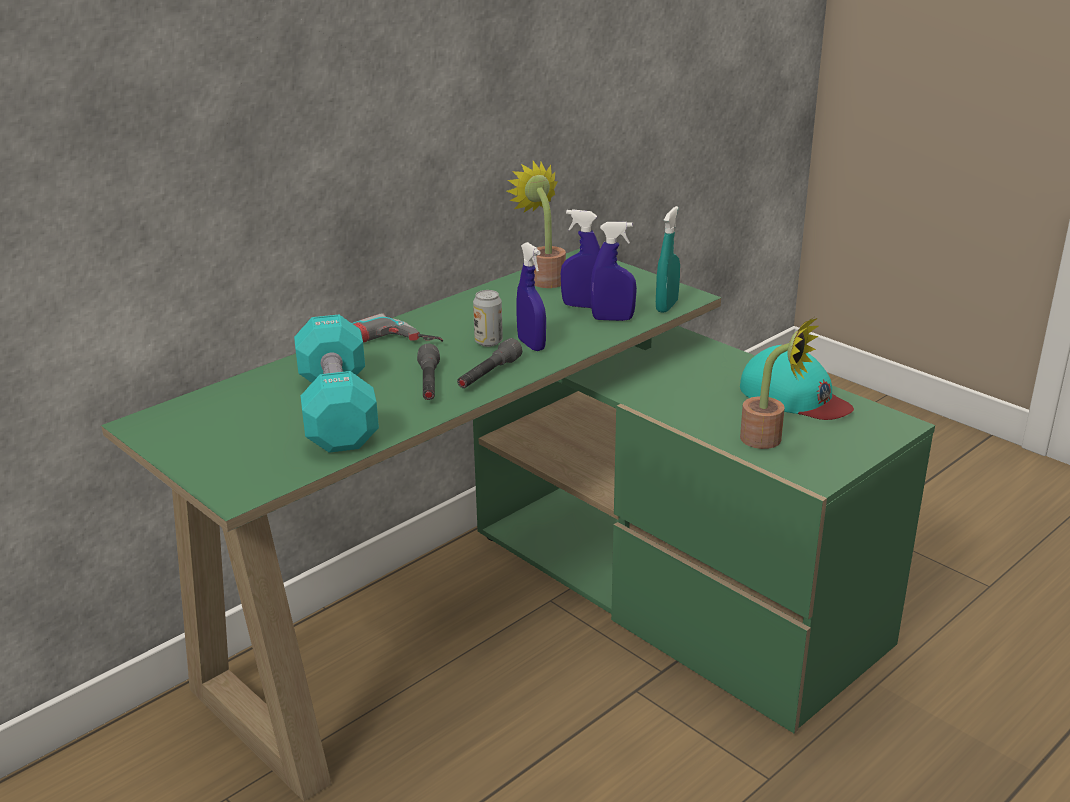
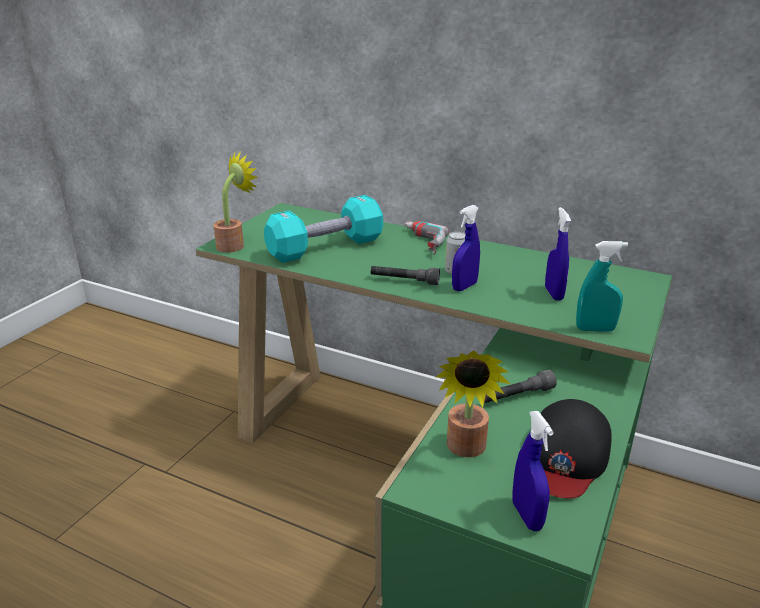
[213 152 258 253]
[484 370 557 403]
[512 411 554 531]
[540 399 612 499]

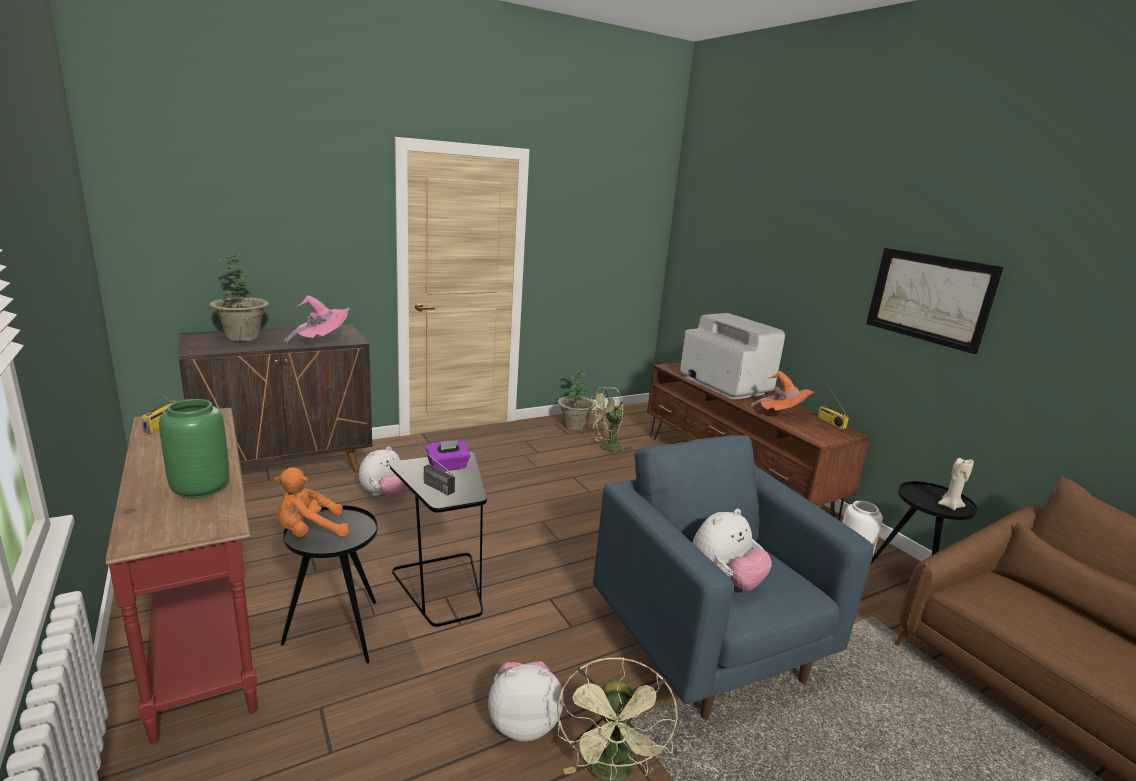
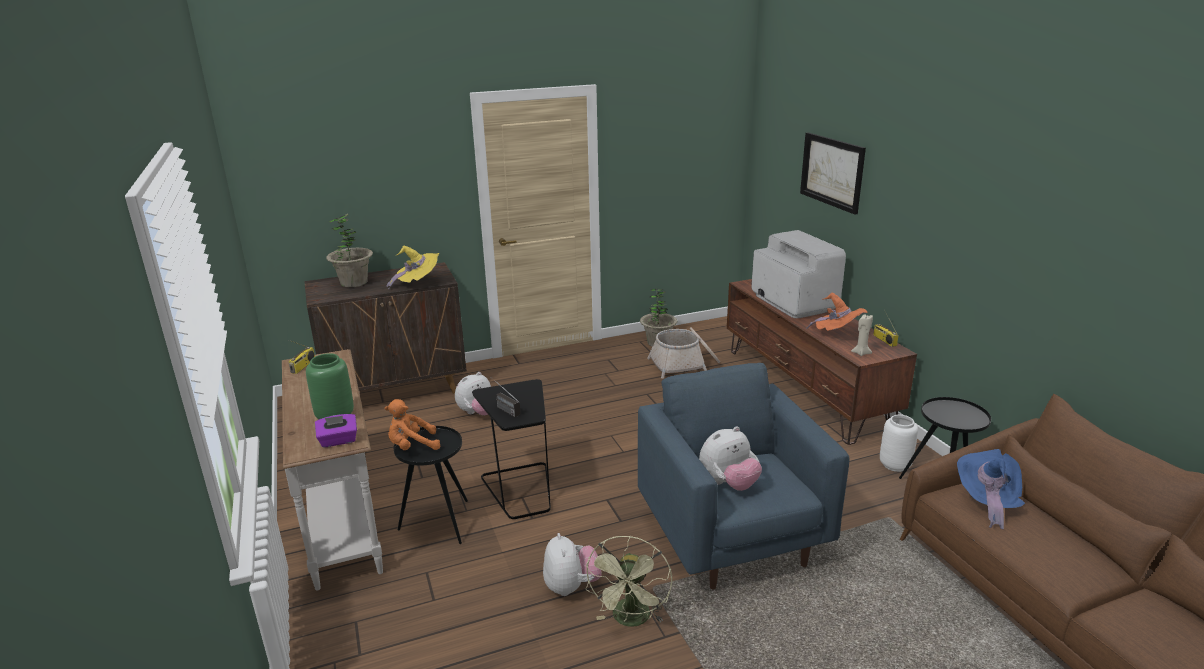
[282 349 383 591]
[315 414 357 448]
[387 246 439 288]
[543 533 602 596]
[648 327 720 379]
[800 133 866 215]
[851 314 873 356]
[957 449 1025 529]

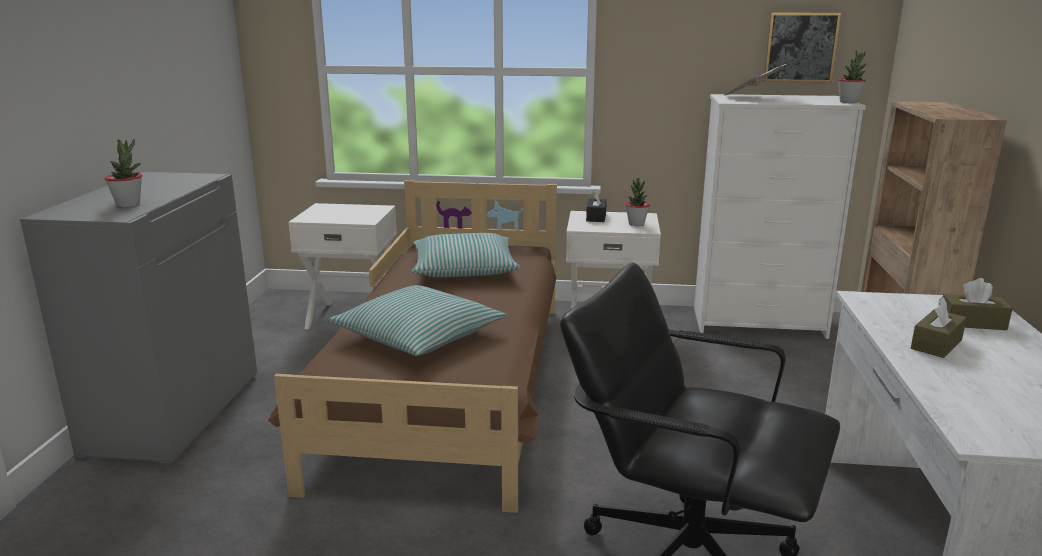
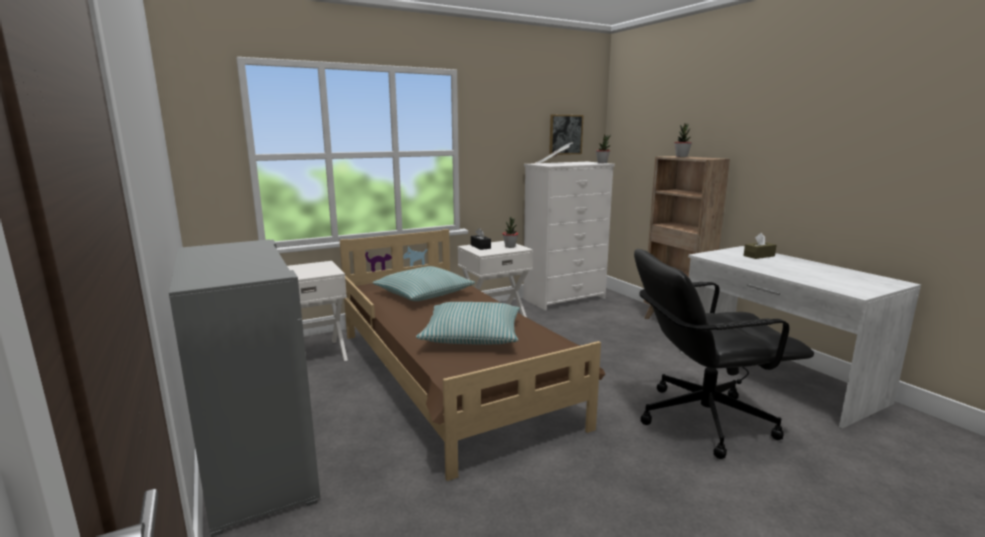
[674 123 692 157]
[911 297 967 358] (first image)

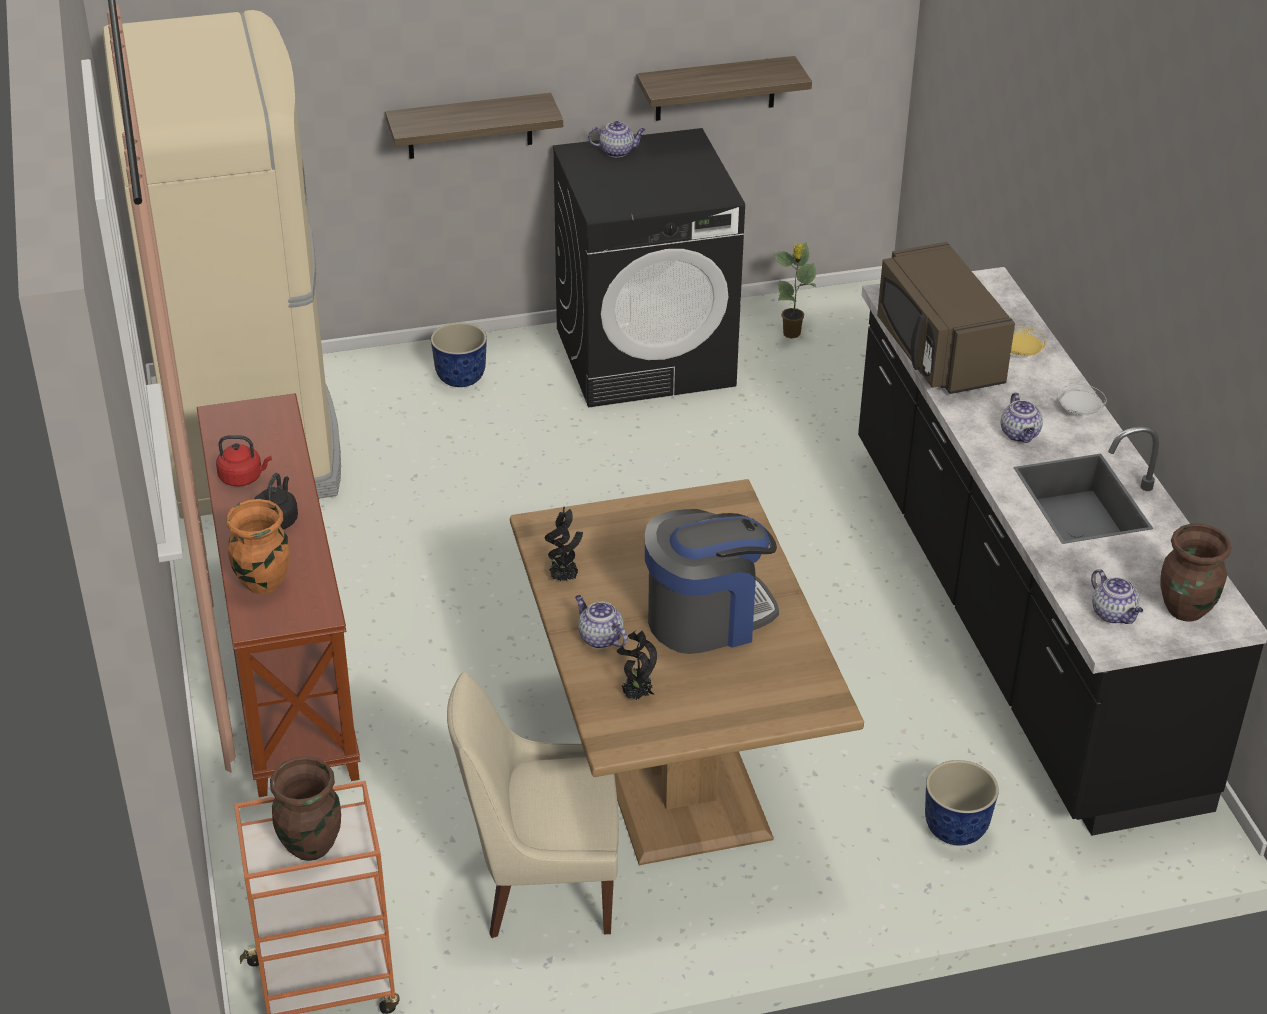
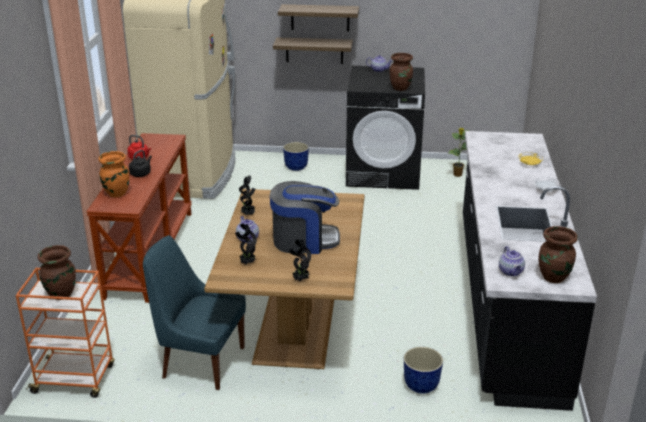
[143 235 246 390]
[278 4 359 32]
[289 239 311 281]
[390 53 413 91]
[877 242 1015 394] (first image)
[1001 393 1043 443] (first image)

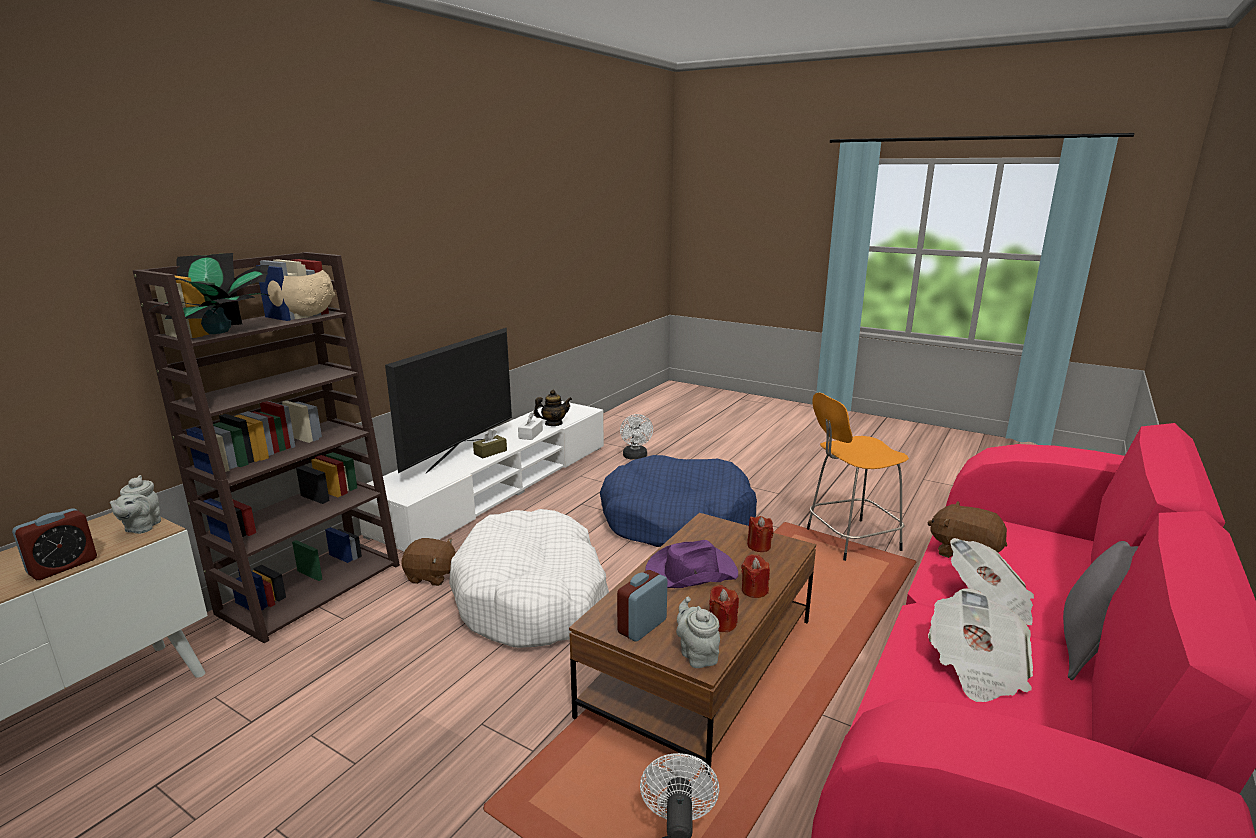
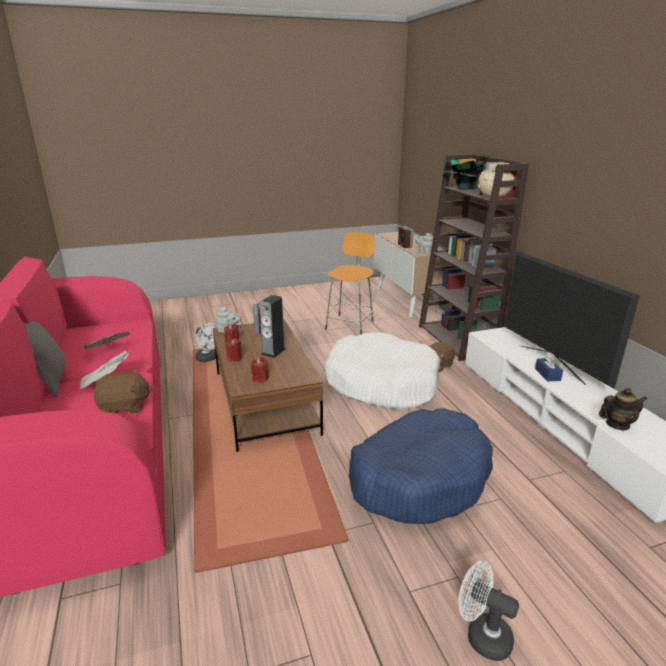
[259 295 285 358]
[325 232 376 334]
[459 560 519 661]
[535 354 563 382]
[599 388 647 430]
[518 413 543 440] (first image)

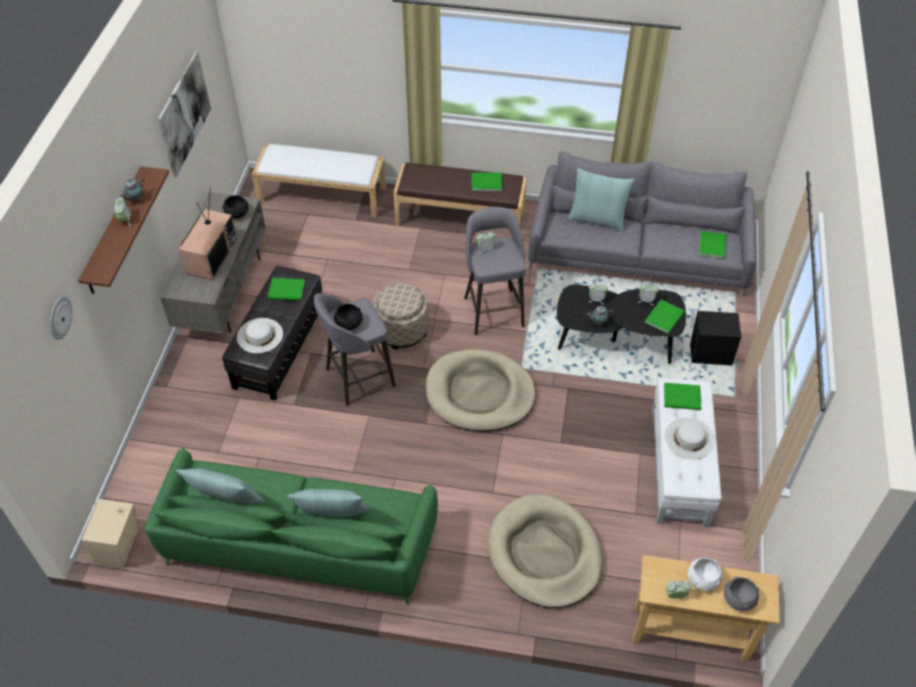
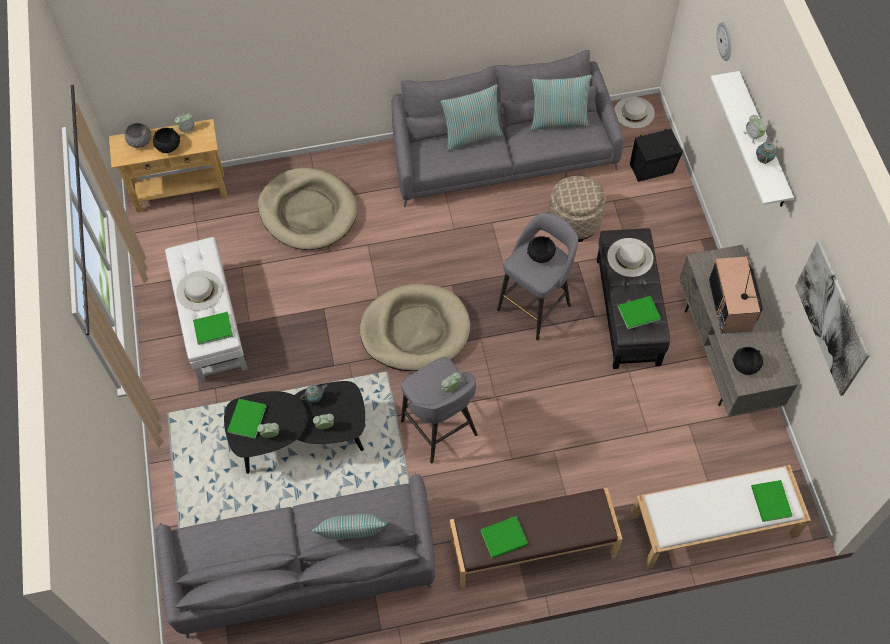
[153 128 180 153]
[391 50 624 207]
[549 176 606 242]
[614 97 655 128]
[630 129 683 182]
[710 71 794 207]
[751 480 793 522]

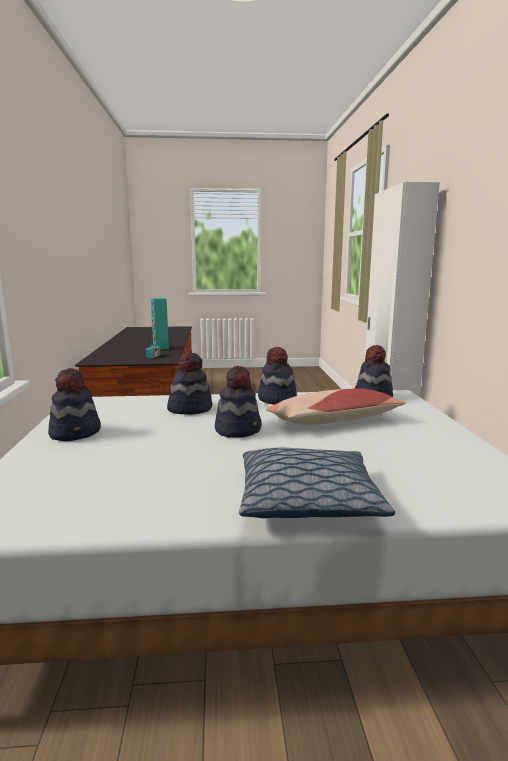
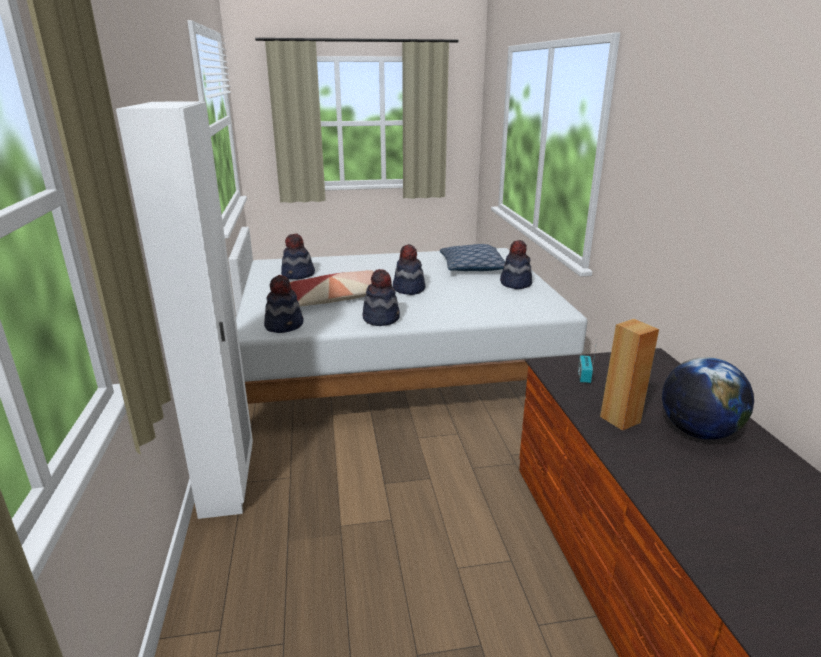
[281 234 315 279]
[440 244 505 271]
[600 319 659 431]
[662 357 754 440]

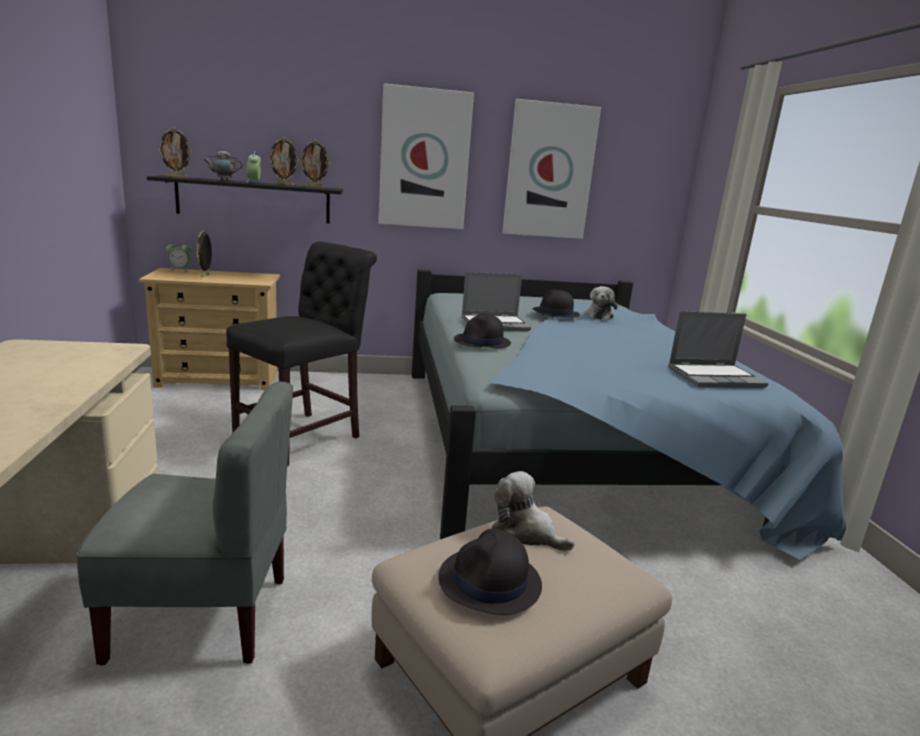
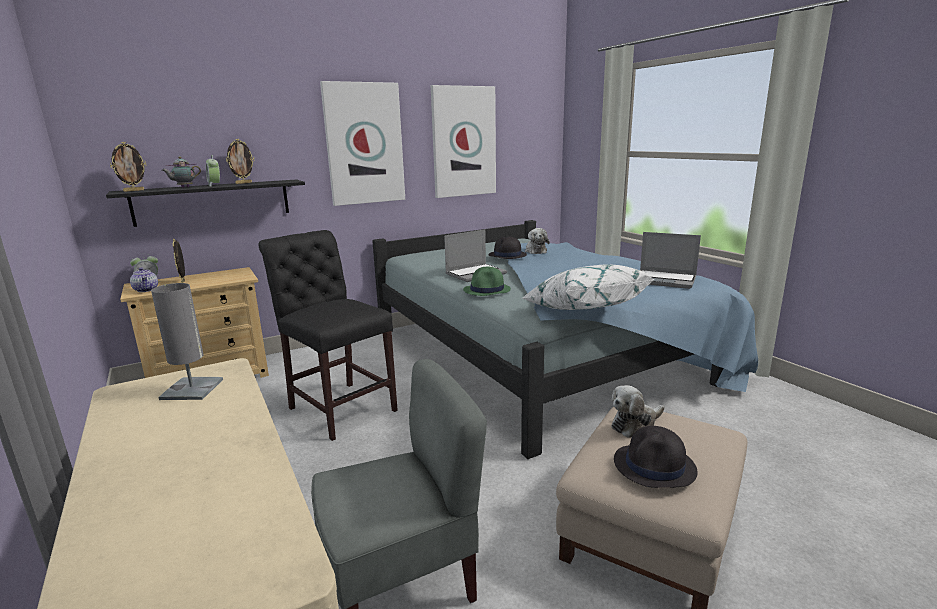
[130 268 158 292]
[151 283 223 400]
[258 230 398 441]
[463 267 511 296]
[523 264 654 310]
[611 385 664 438]
[640 232 701 289]
[300 140 330 188] (first image)

